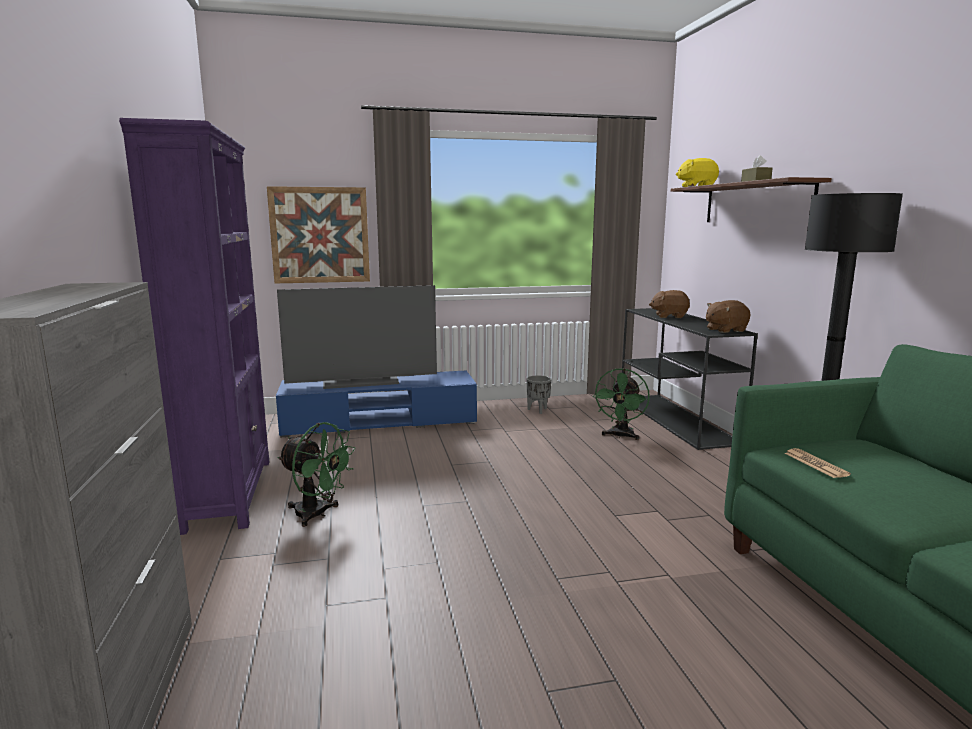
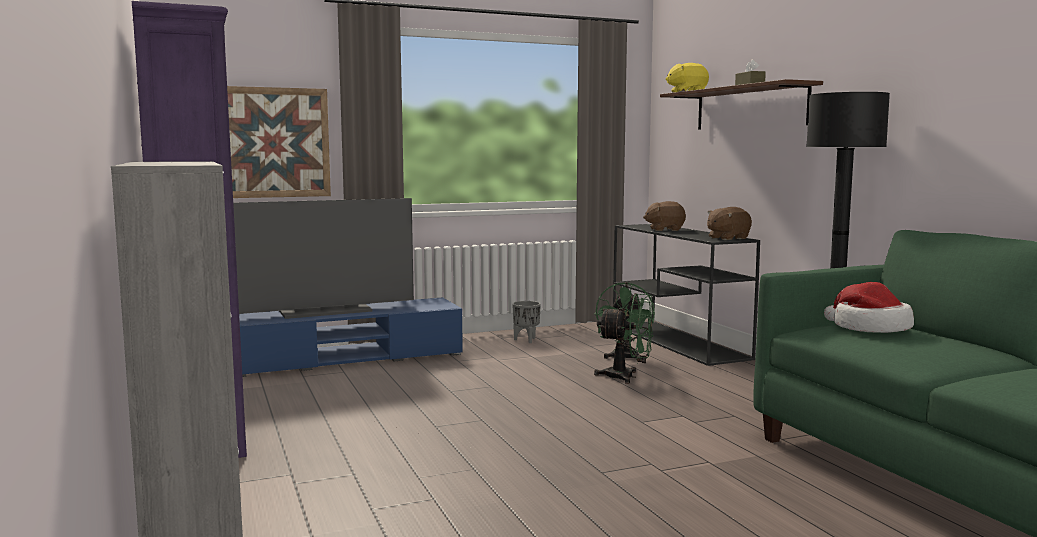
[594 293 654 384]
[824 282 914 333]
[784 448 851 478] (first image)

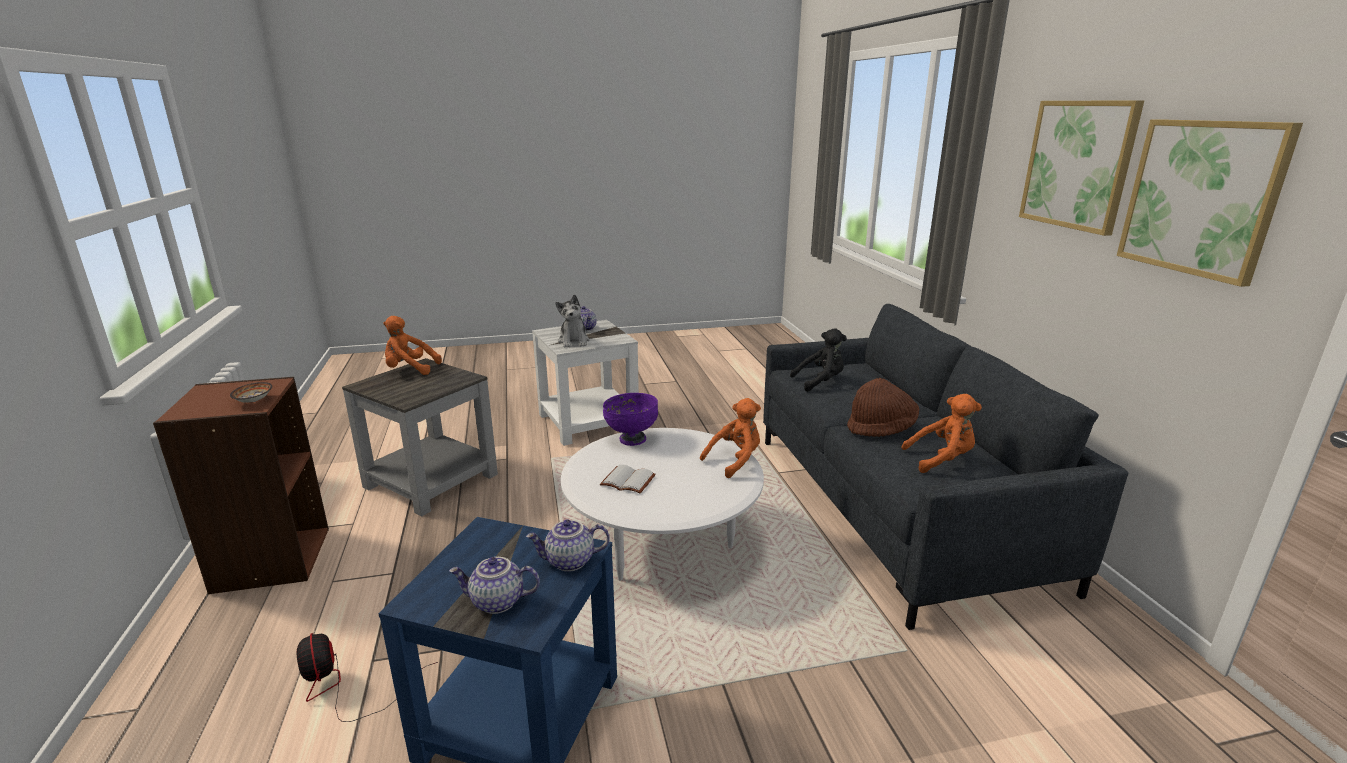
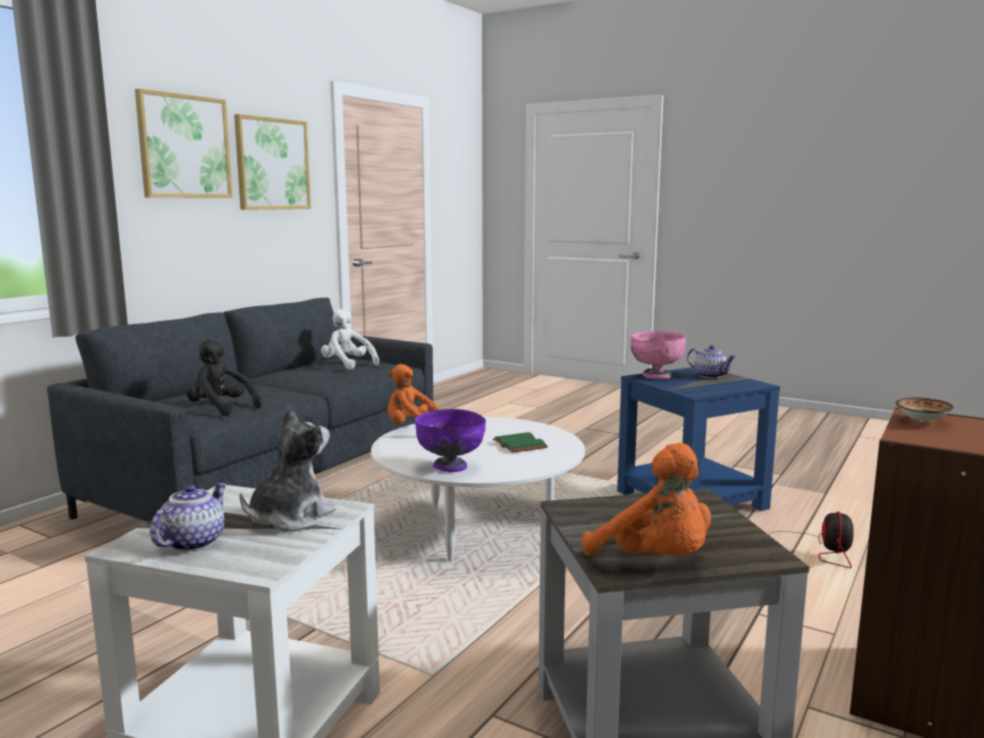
[321 309 379 370]
[493 432 548 453]
[630 331 686 379]
[847 378 919 437] (first image)

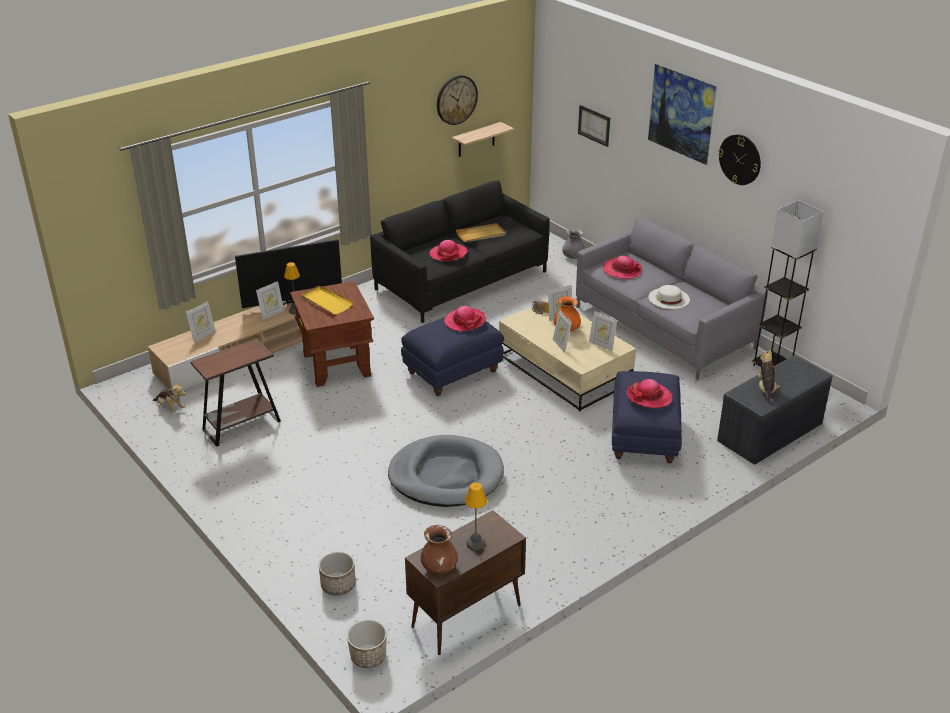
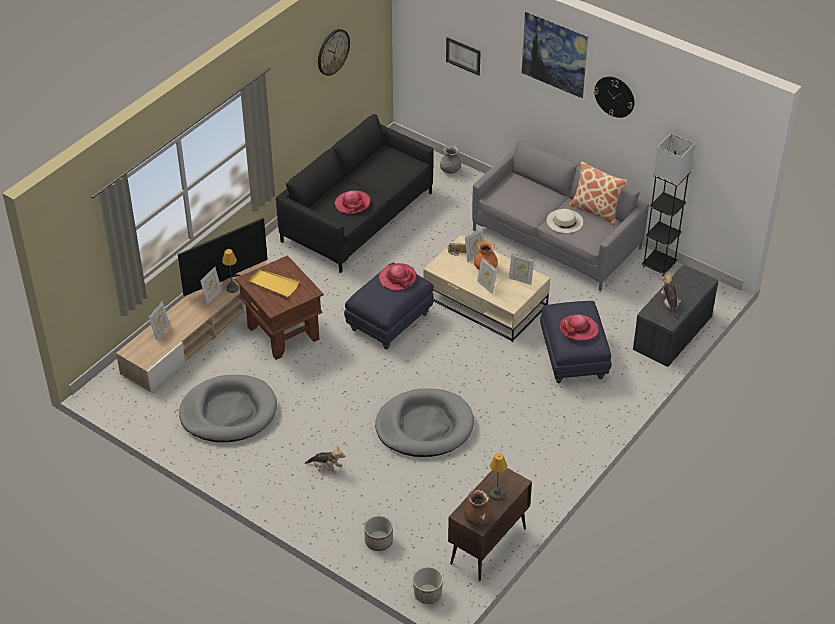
[179 375 277 442]
[305 446 346 474]
[569 161 628 225]
[452 122 514 157] (first image)
[456 223 506 242] (first image)
[603 256 643 279] (first image)

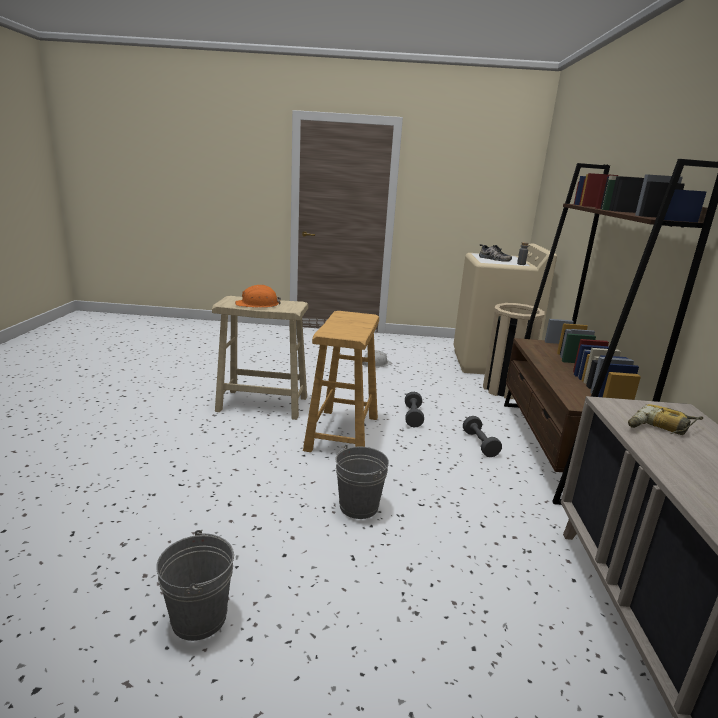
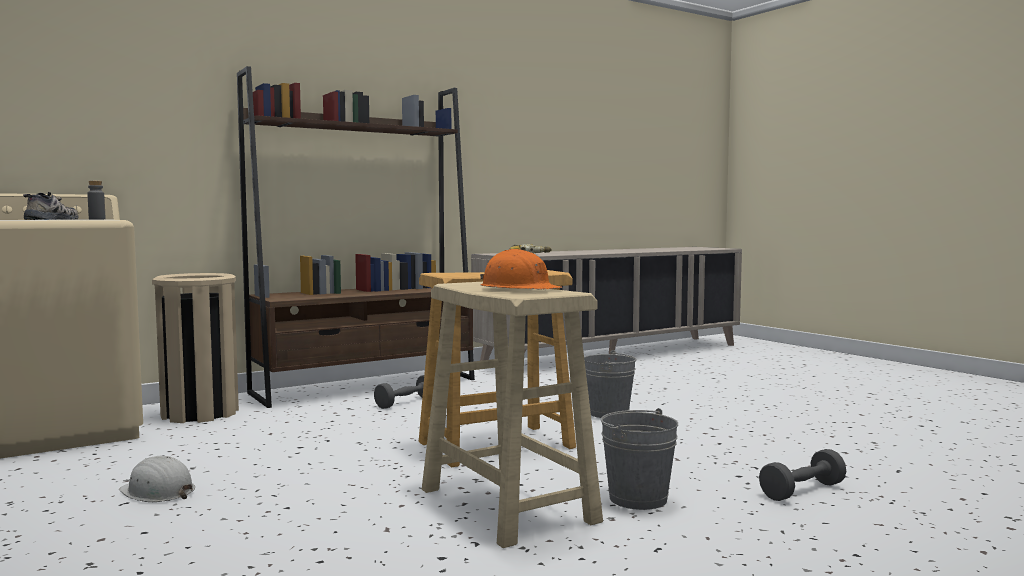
[601 408 678 510]
[759 449 846 501]

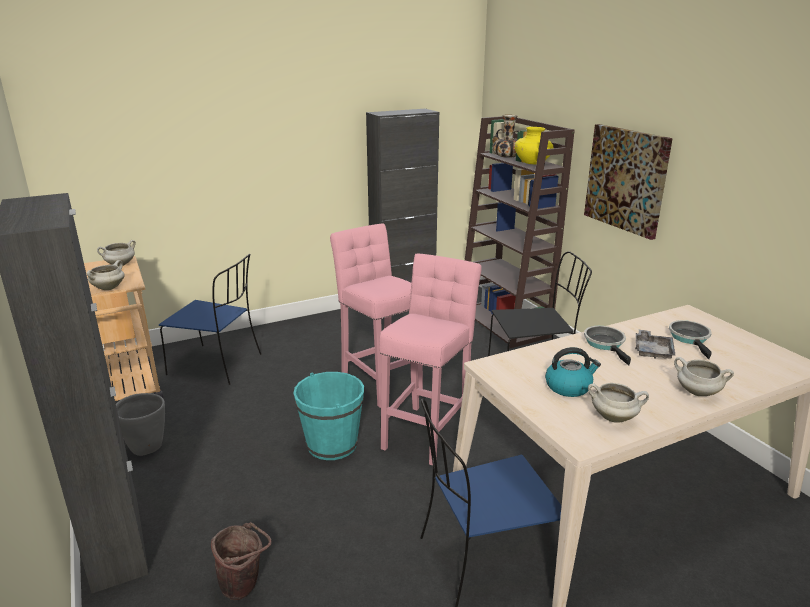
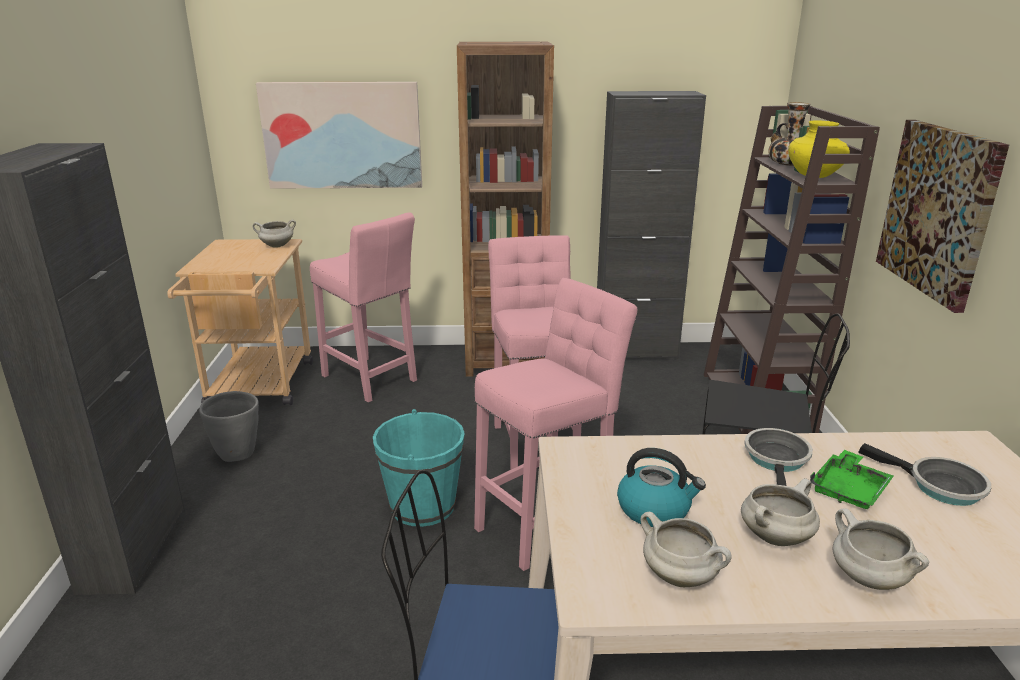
[256 82 422 189]
[310 212 417 403]
[457 42 554 377]
[741 478 820 546]
[810 450 894 509]
[858 443 991 506]
[211 522 272 600] (first image)

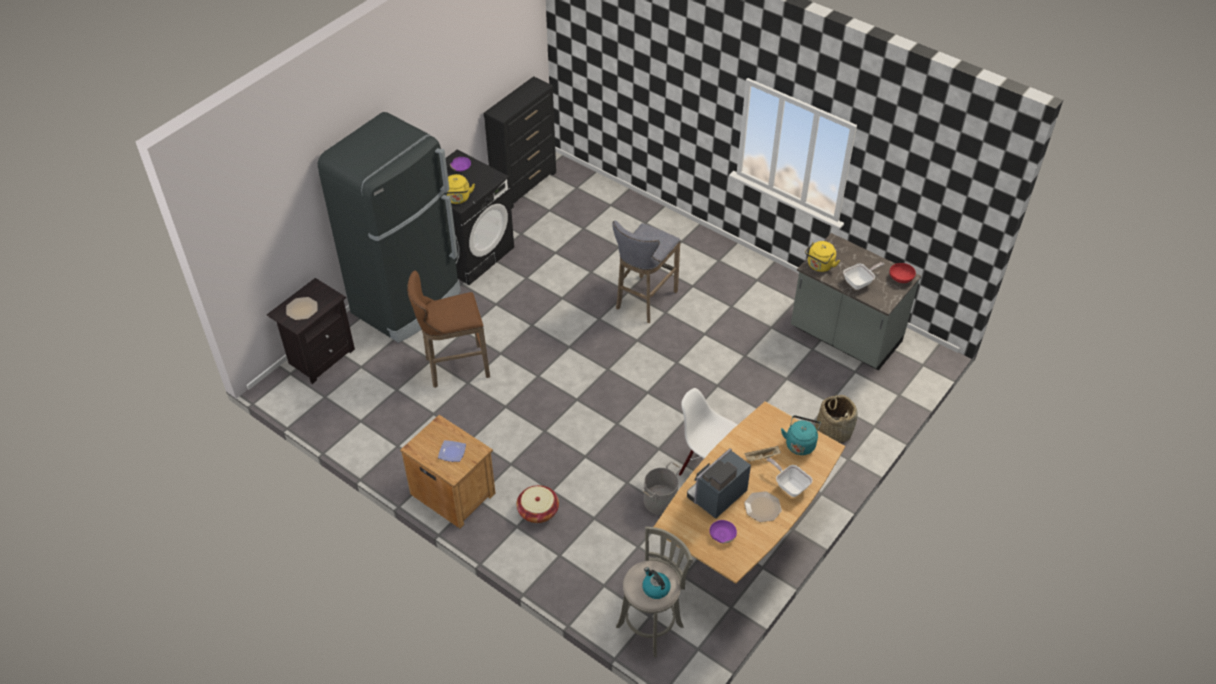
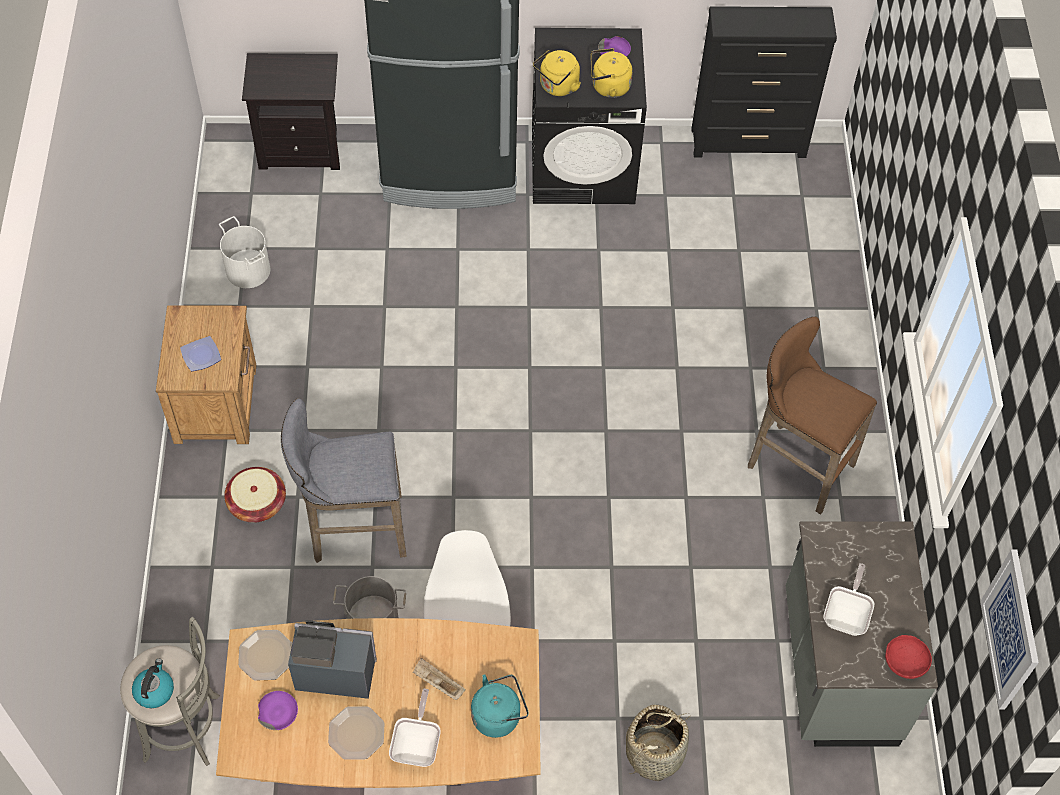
[219 216 270 288]
[238 630 292 681]
[281 398 407 563]
[591 48 633 98]
[748 316 877 514]
[823 563 874 636]
[980 549 1039 710]

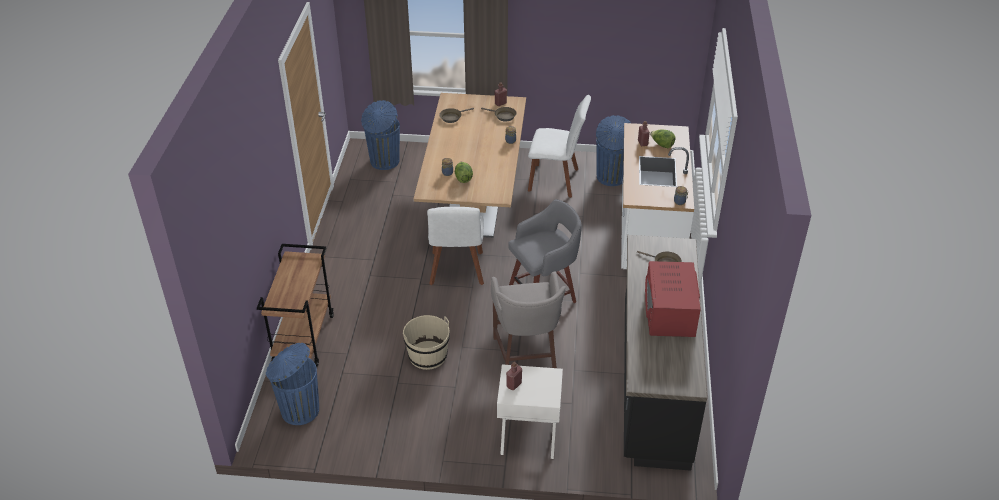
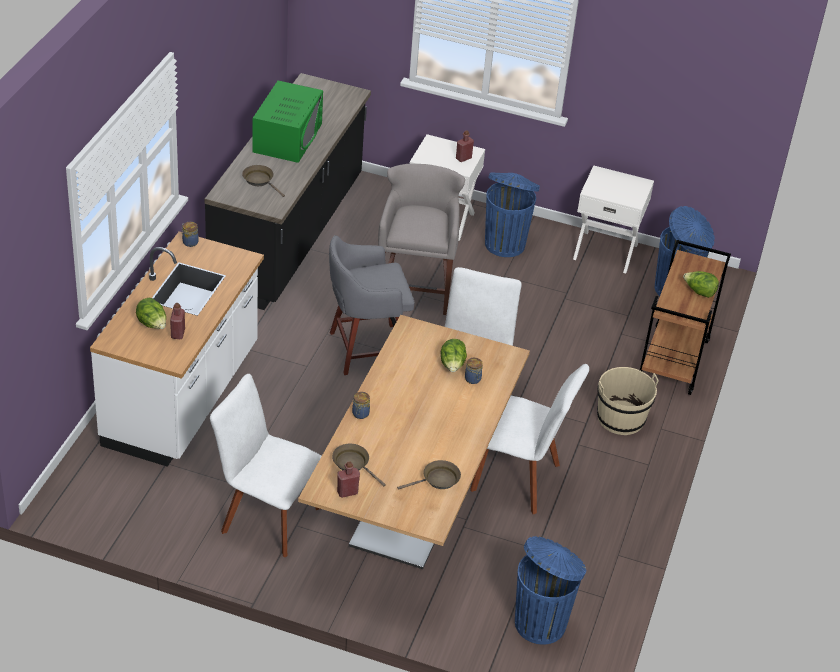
[253 80 323 163]
[470 364 589 514]
[485 173 540 257]
[573 165 654 273]
[597 367 658 435]
[683 271 719 298]

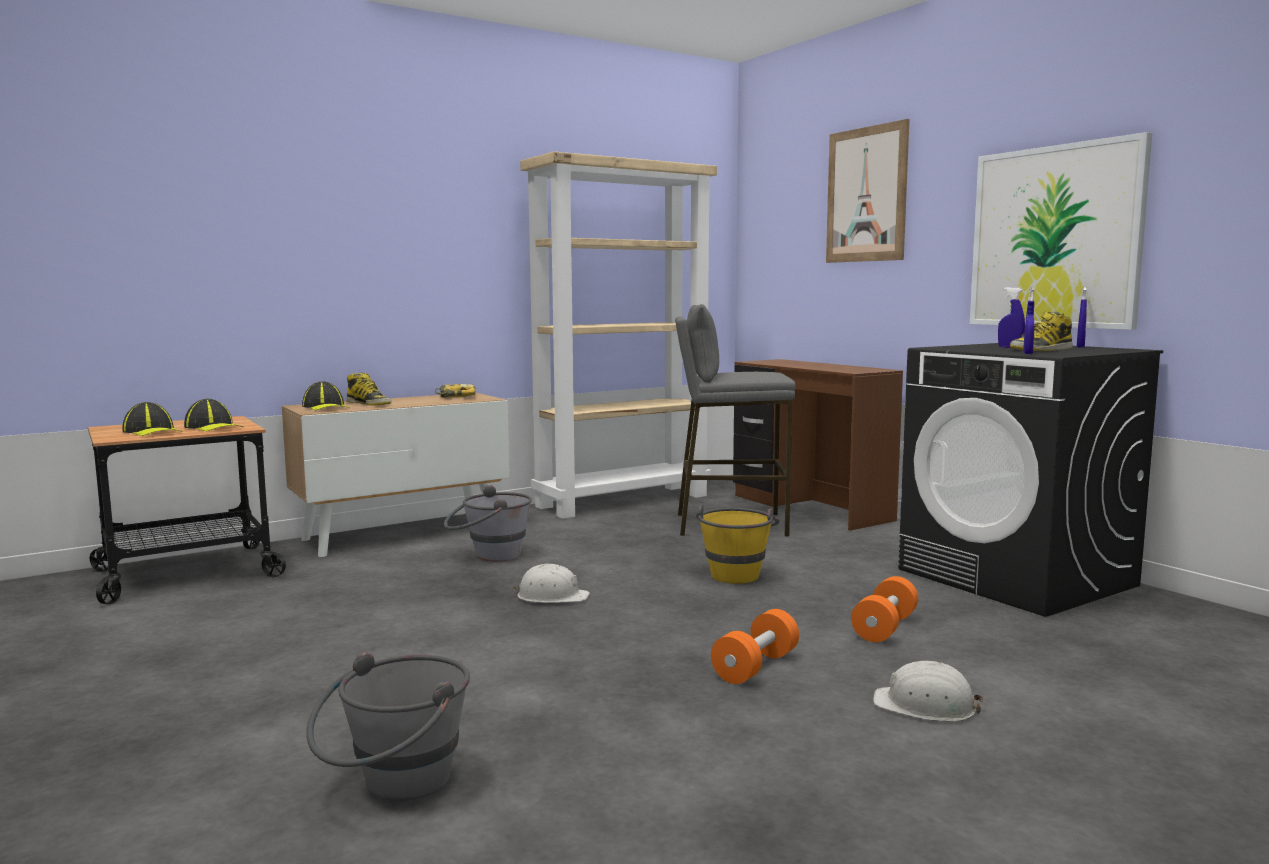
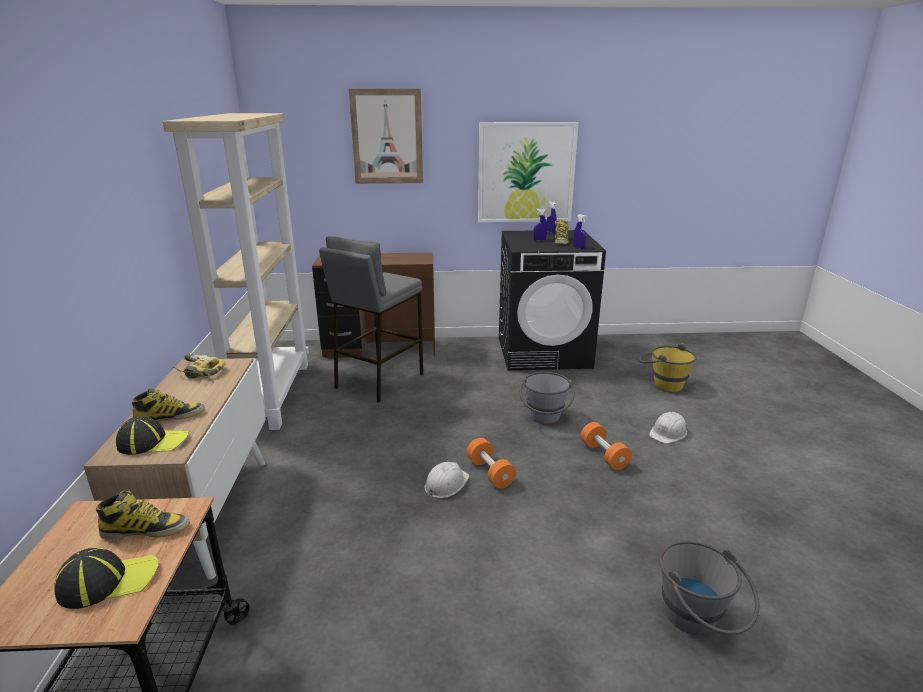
[95 490 190 539]
[467 438 516 488]
[519 372 575 424]
[638 343 697 392]

